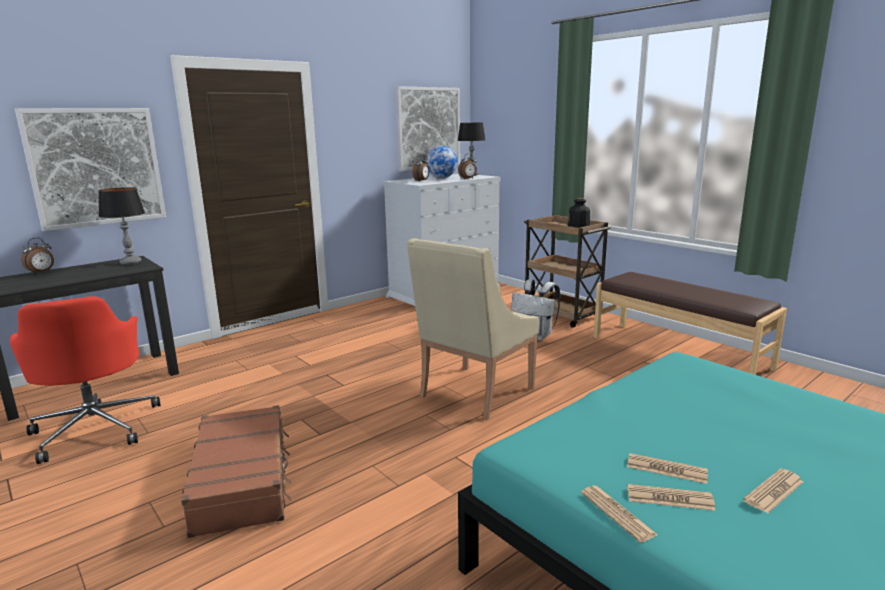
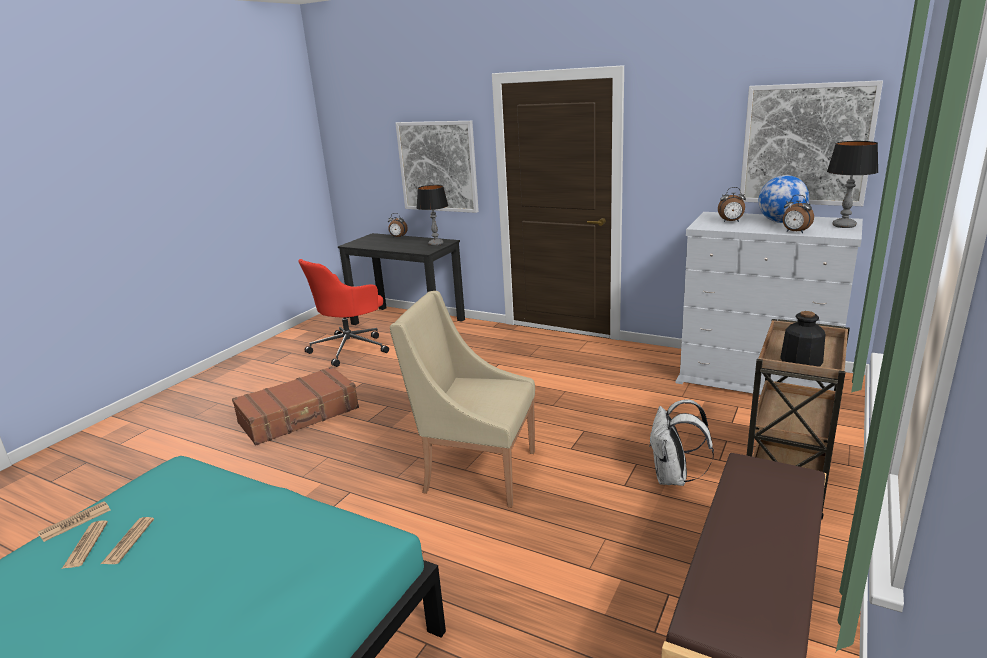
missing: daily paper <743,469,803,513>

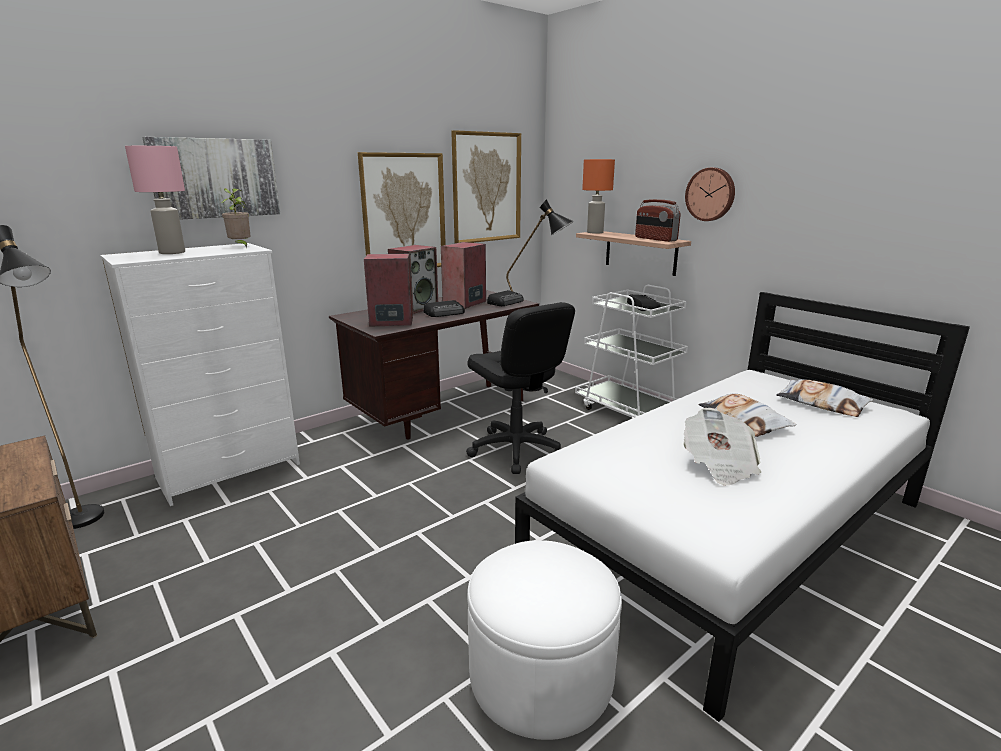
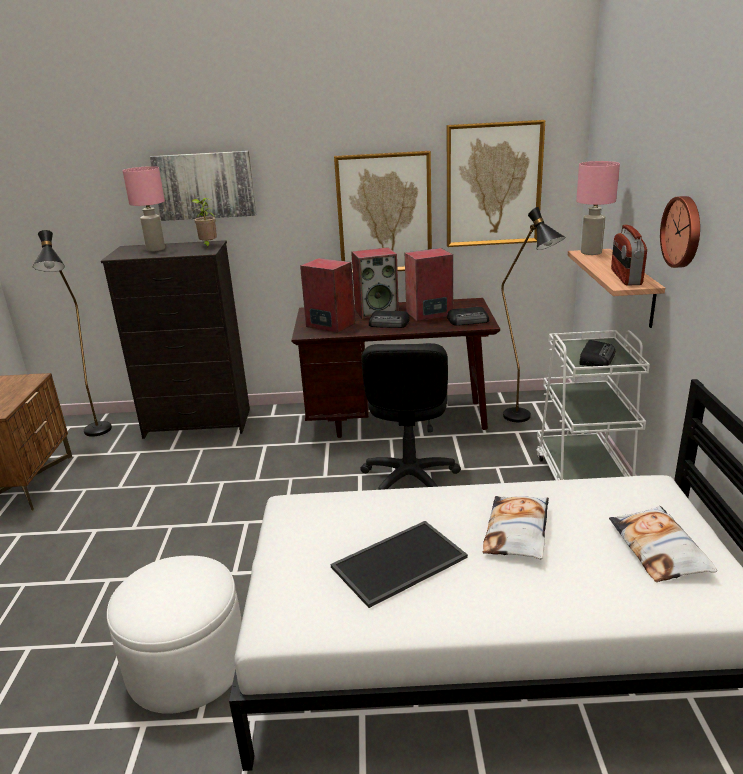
exchanged: daily paper <683,408,761,486> to serving tray <331,521,468,608>
colour: orangey lamp for a table <582,159,615,234> to pink lamp for a table <576,161,620,255>; white chest of drawers <100,243,300,506> to blackish chest of drawers <101,240,250,439>

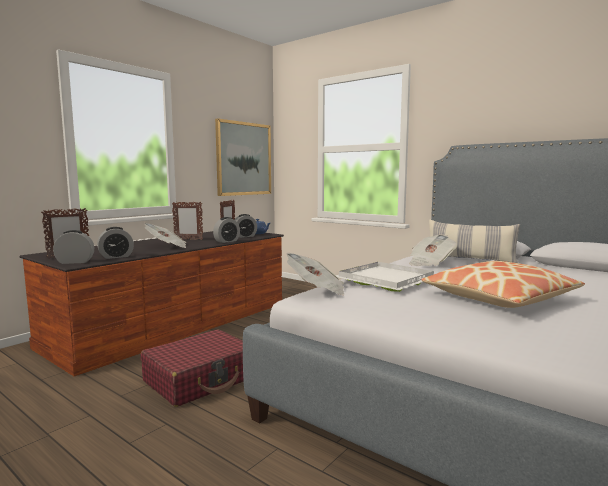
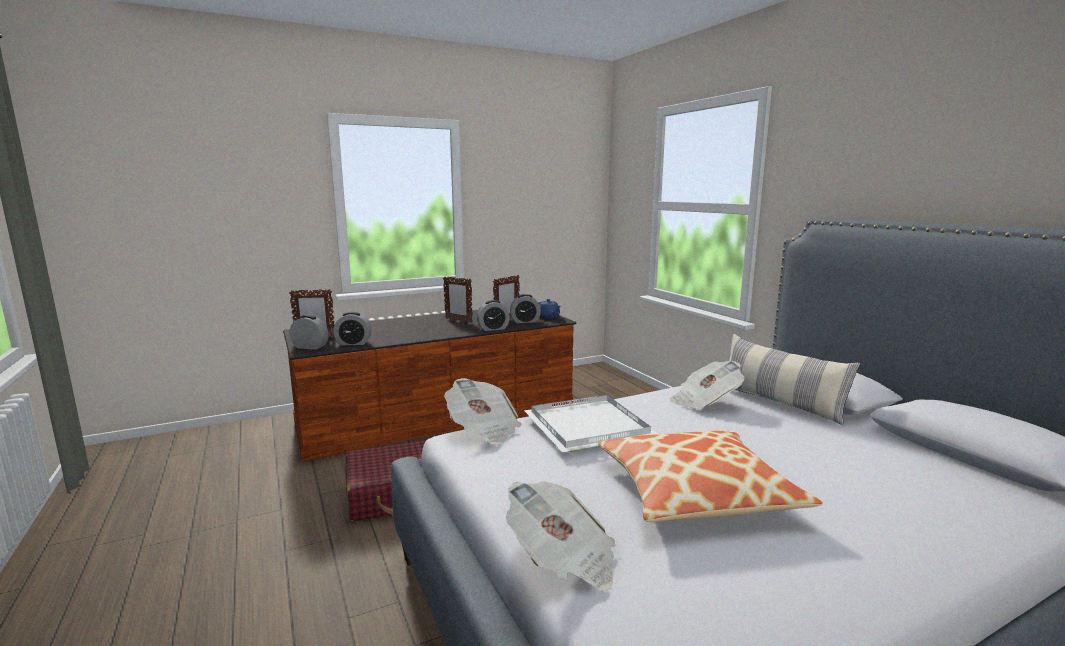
missing: wall art <215,118,271,196>
relocated: daily paper <144,223,186,248> to <506,482,615,591>

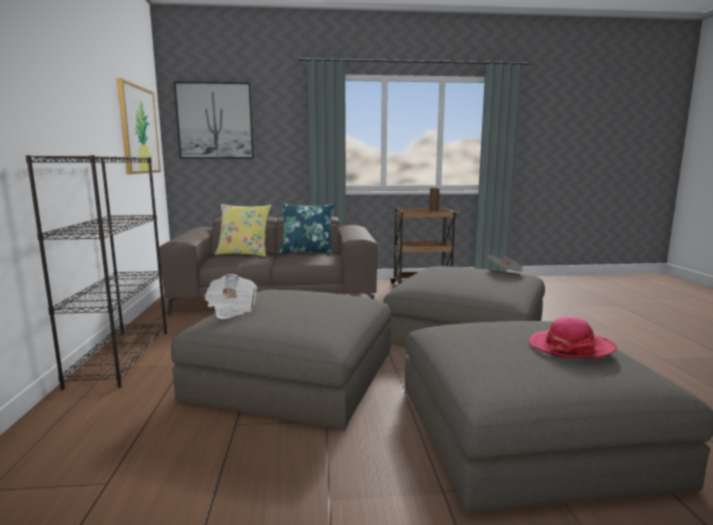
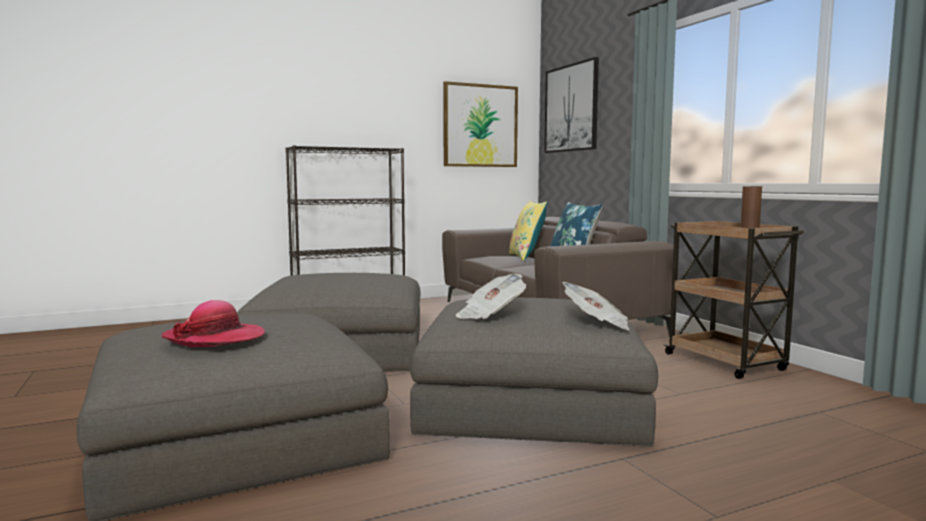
relocated: daily paper <204,274,257,319> to <456,274,526,319>

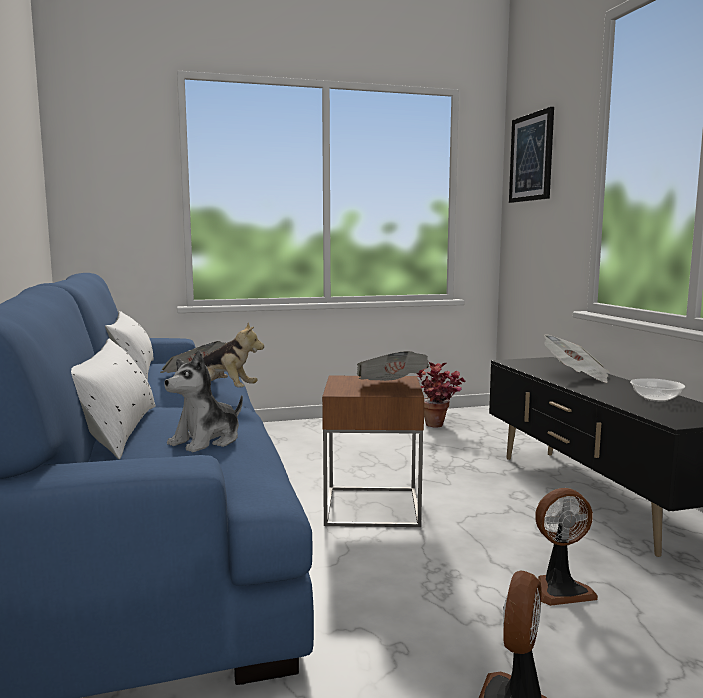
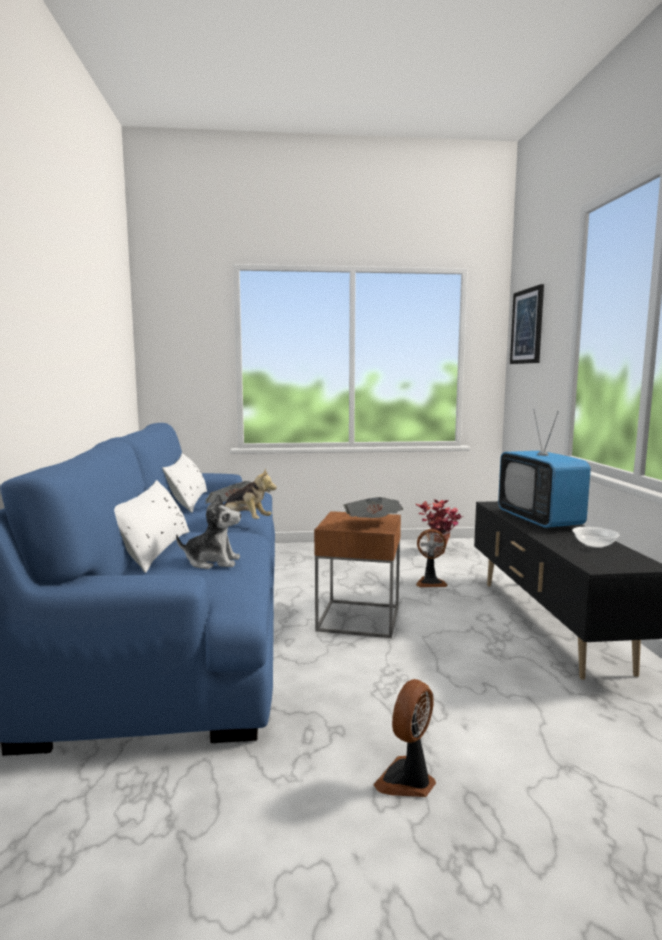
relocated: electric fan <535,488,598,606> to <416,529,448,587>
exchanged: daily paper <544,334,610,383> to TV set <498,409,591,529>
spun: soft toy <164,350,243,453> = <176,493,241,569> 135 degrees counterclockwise

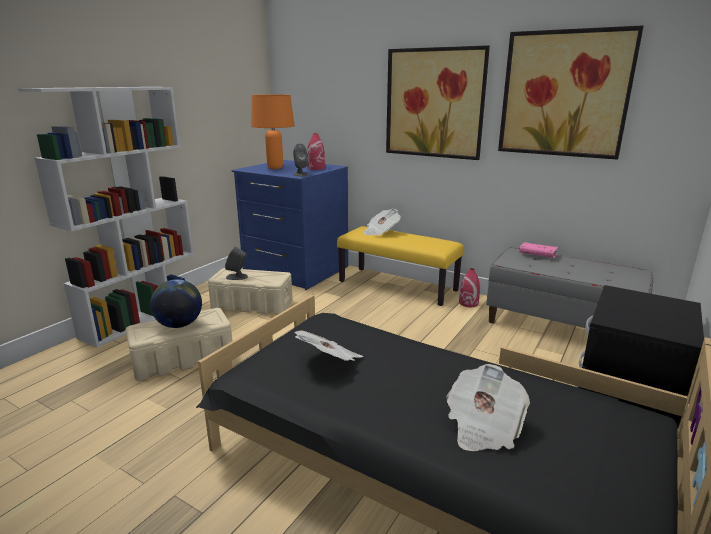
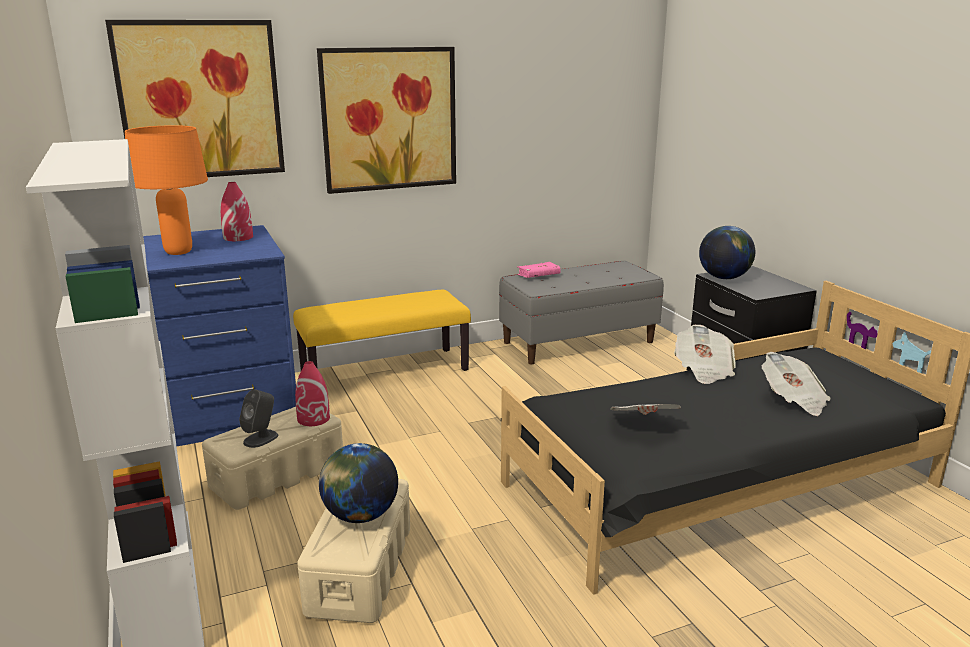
missing: greyish audio speaker <293,143,308,177>
appeared: globe <699,226,755,279>
relocated: wall art <498,25,644,160> to <105,20,285,177>; daily paper <363,209,401,236> to <674,325,736,384>; red-coloured flower vase <459,268,480,307> to <295,361,330,426>

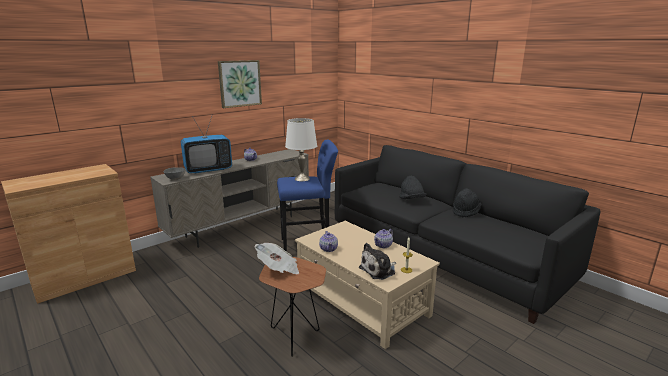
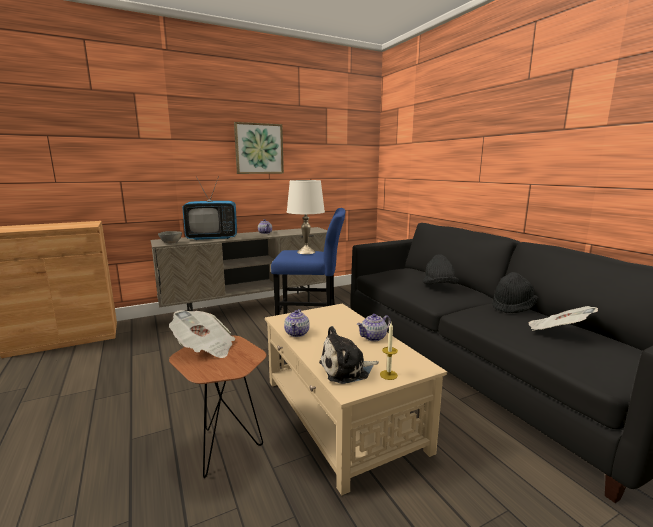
appeared: daily paper <528,306,598,331>

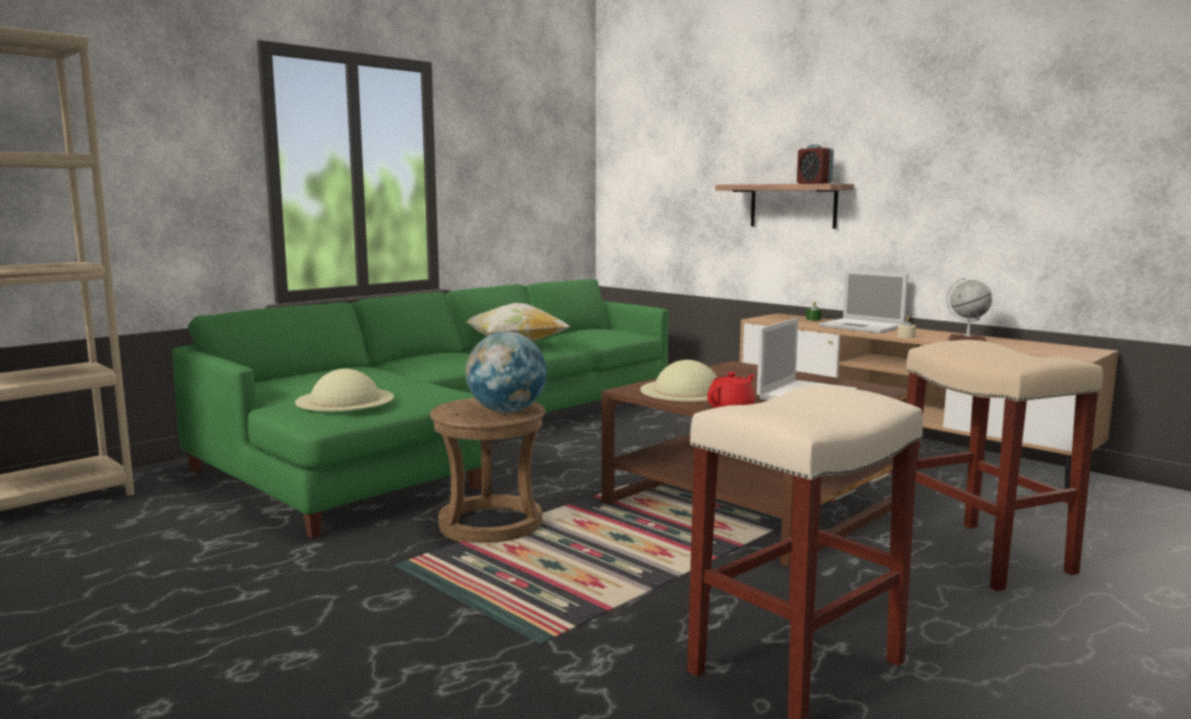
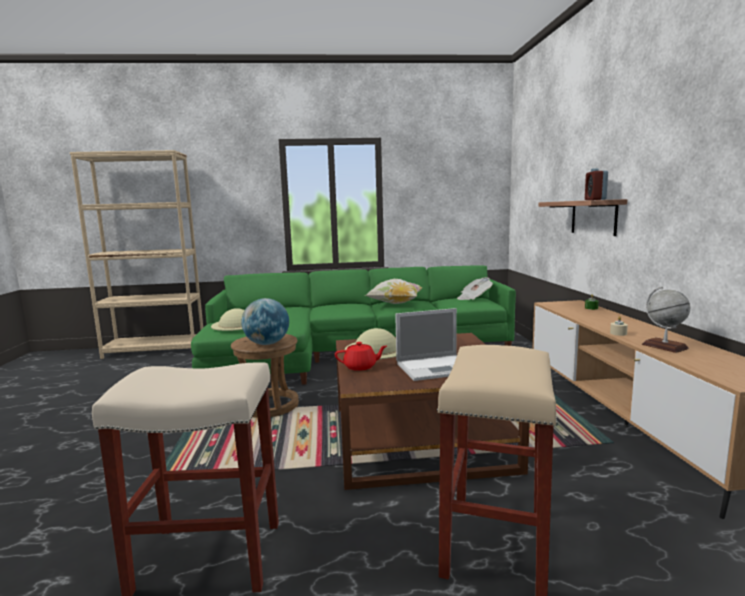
missing: portable computer <819,270,908,333>
appeared: daily paper <457,277,493,300>

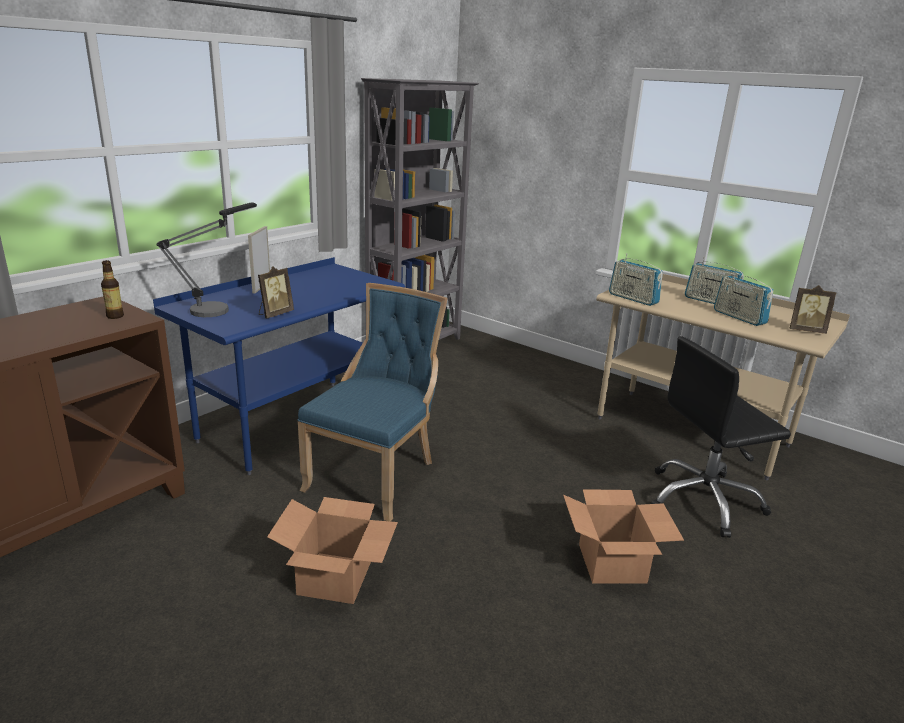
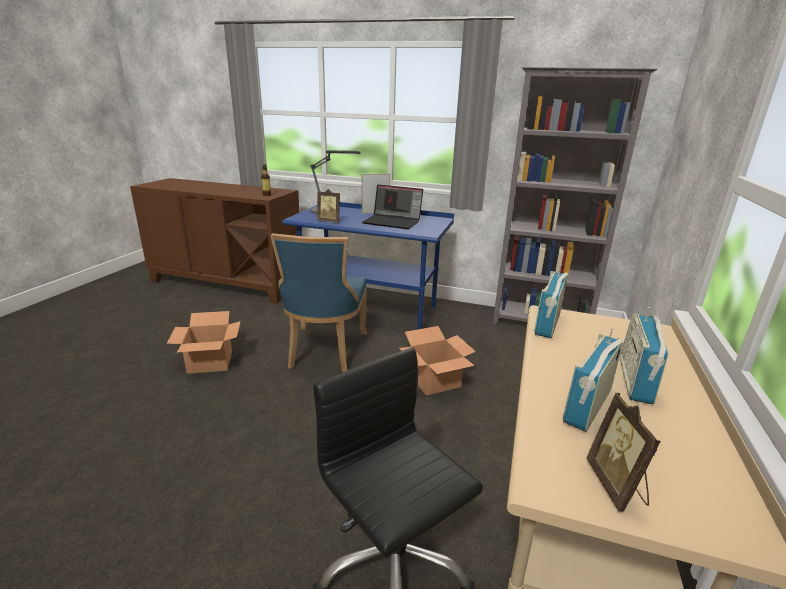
appeared: portable computer <362,184,423,229>
relocated: carton <563,489,684,584> to <399,326,476,395>
spun: blue upright chair <297,283,448,522> = <270,233,367,372> 90 degrees clockwise

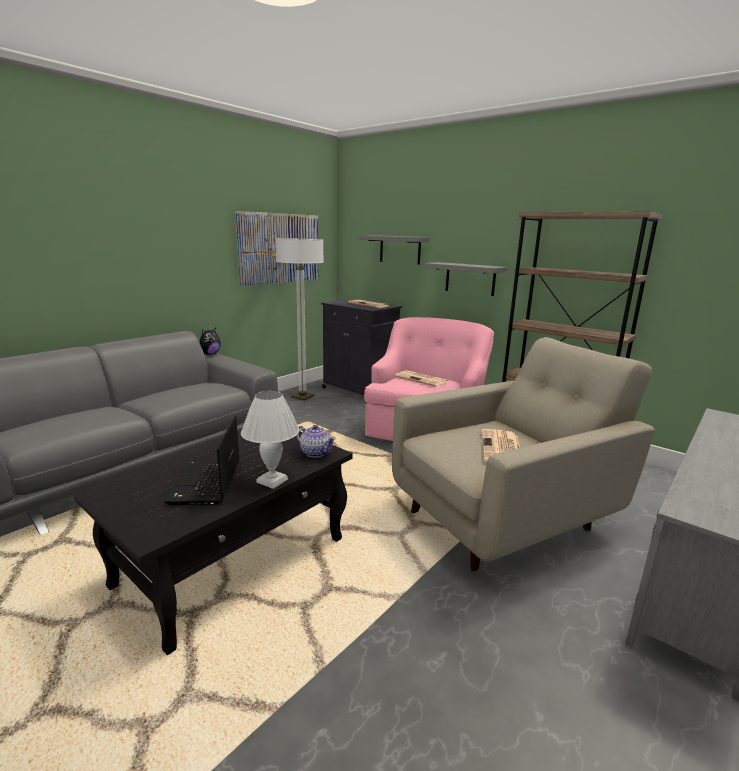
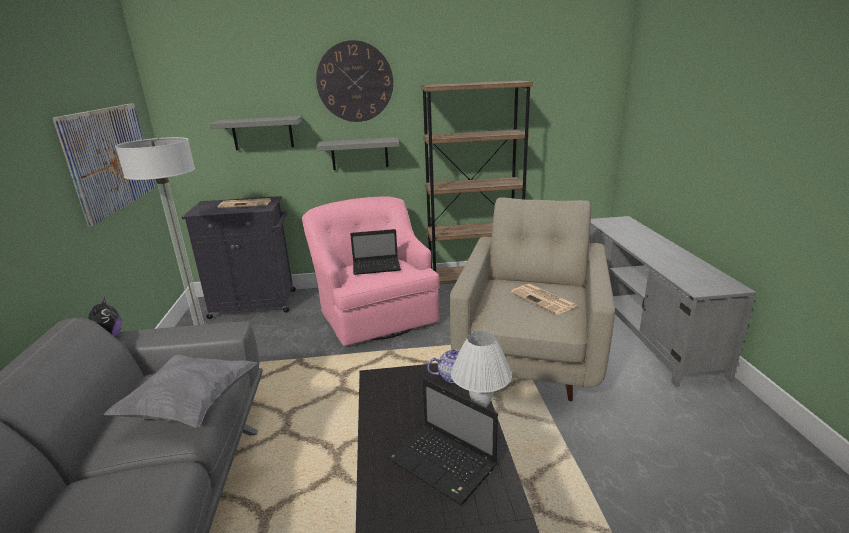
appeared: wall clock <316,40,393,122>; greyish pillow <103,355,257,428>
exchanged: daily paper <395,370,449,387> to portable computer <350,229,401,275>

